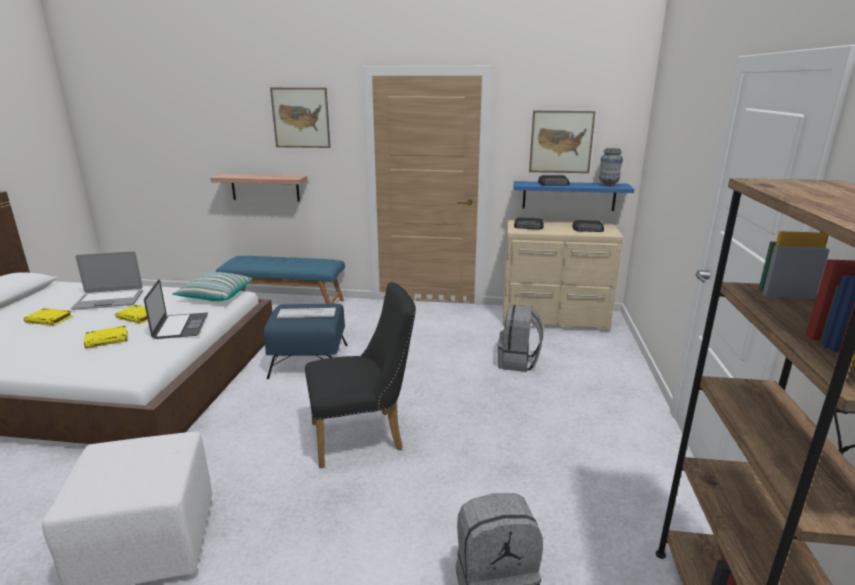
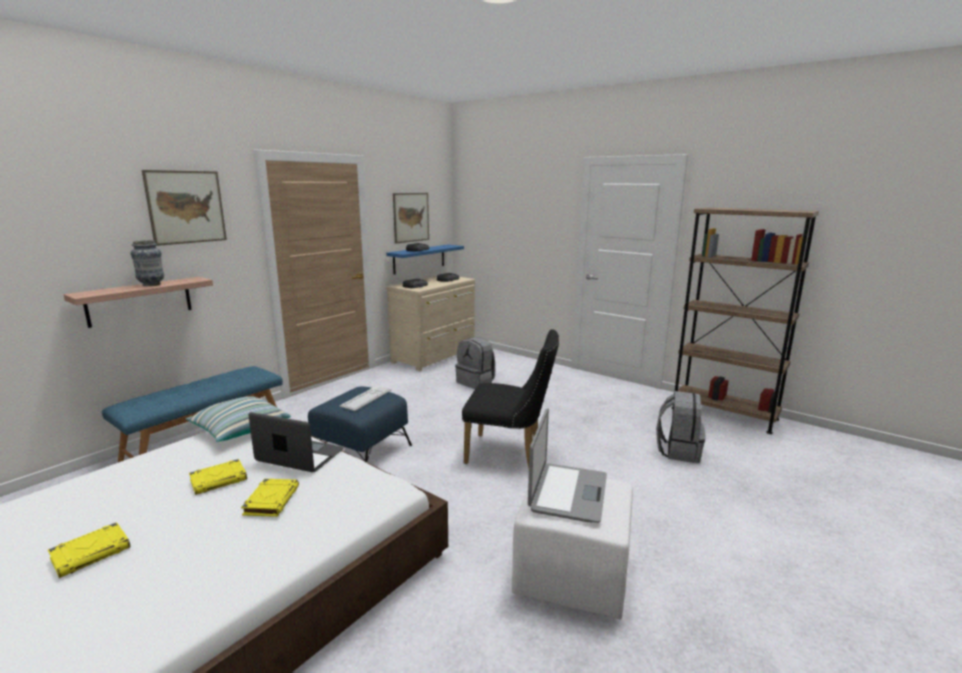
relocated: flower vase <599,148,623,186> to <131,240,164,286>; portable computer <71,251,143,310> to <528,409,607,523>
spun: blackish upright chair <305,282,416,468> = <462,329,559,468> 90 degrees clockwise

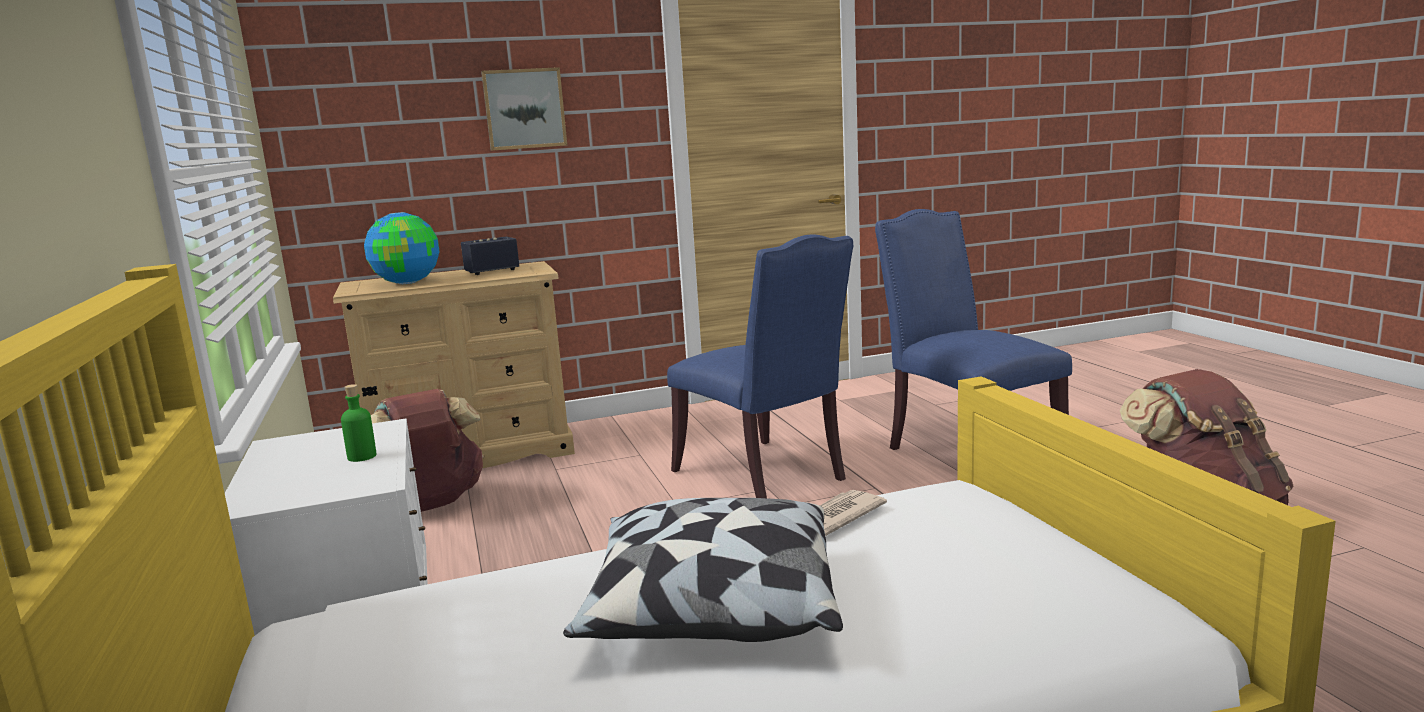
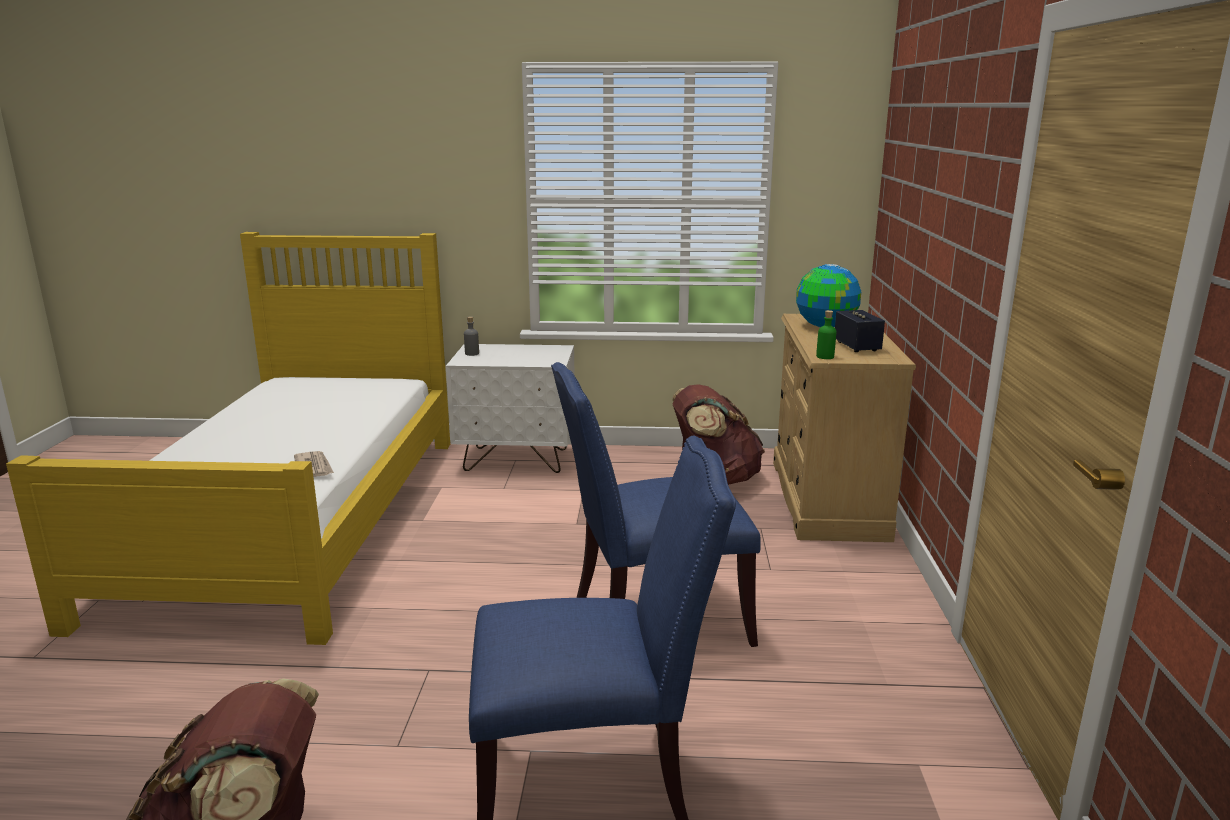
missing: wall art <481,67,567,151>; pillow <563,498,843,642>
appeared: greyish beverage bottle <464,316,479,356>
relocated: greenish beverage bottle <341,384,376,462> to <816,310,836,359>

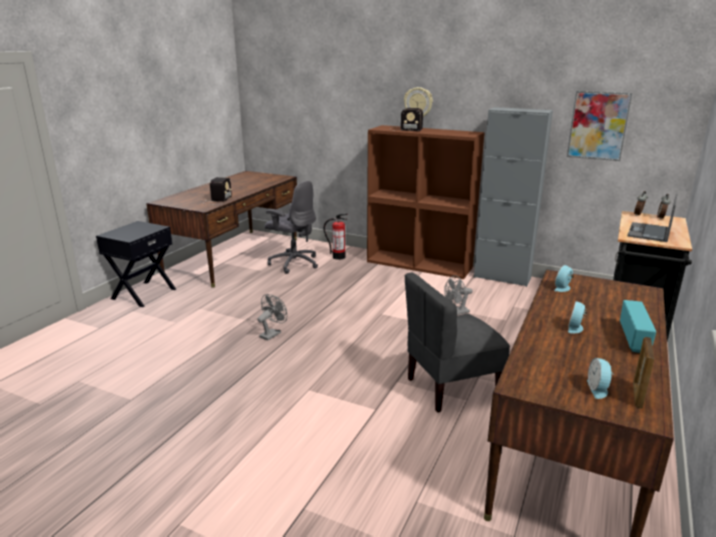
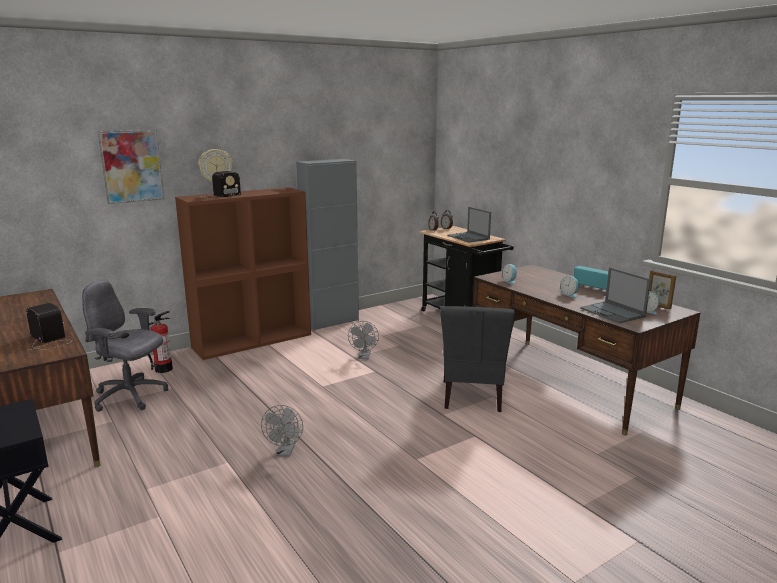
appeared: portable computer <580,267,651,323>
relocated: wall art <567,91,632,161> to <98,130,164,204>
spun: greyish desk chair <265,181,318,274> = <82,280,168,412> 135 degrees counterclockwise; greyish electric fan <258,294,287,341> = <261,405,303,457> 150 degrees counterclockwise

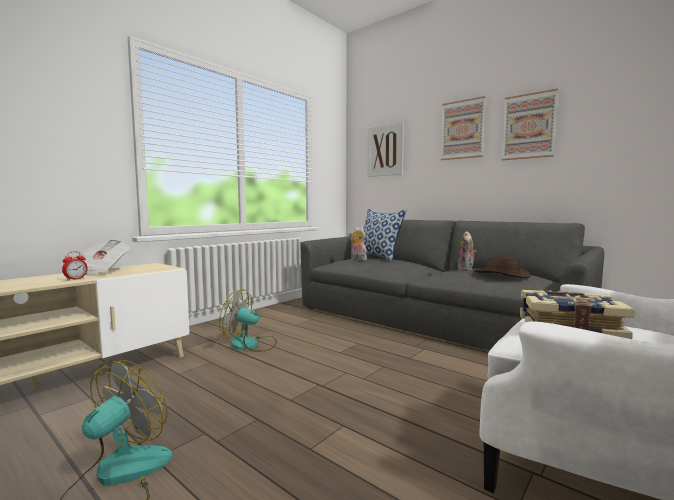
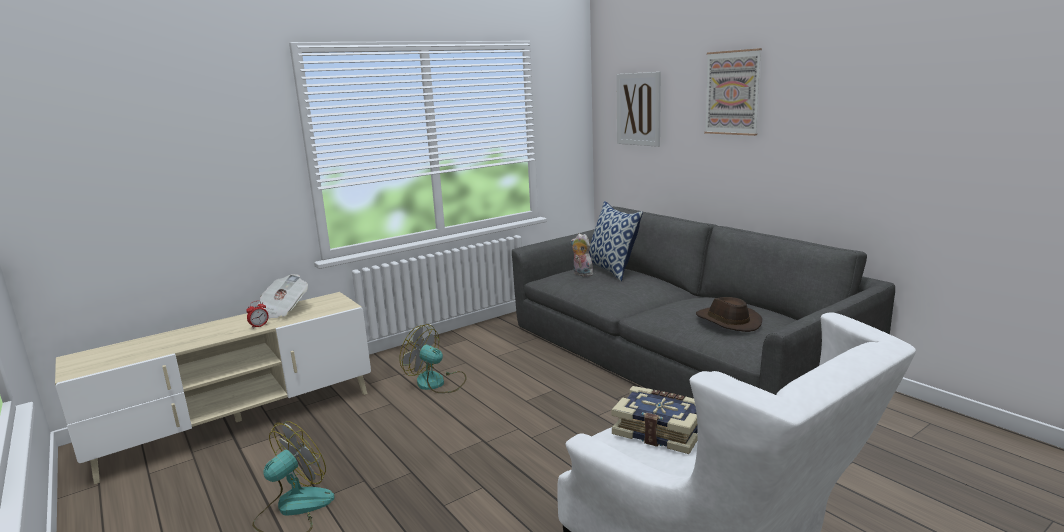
missing: wall art <502,88,558,160>; soft toy <458,231,476,271>

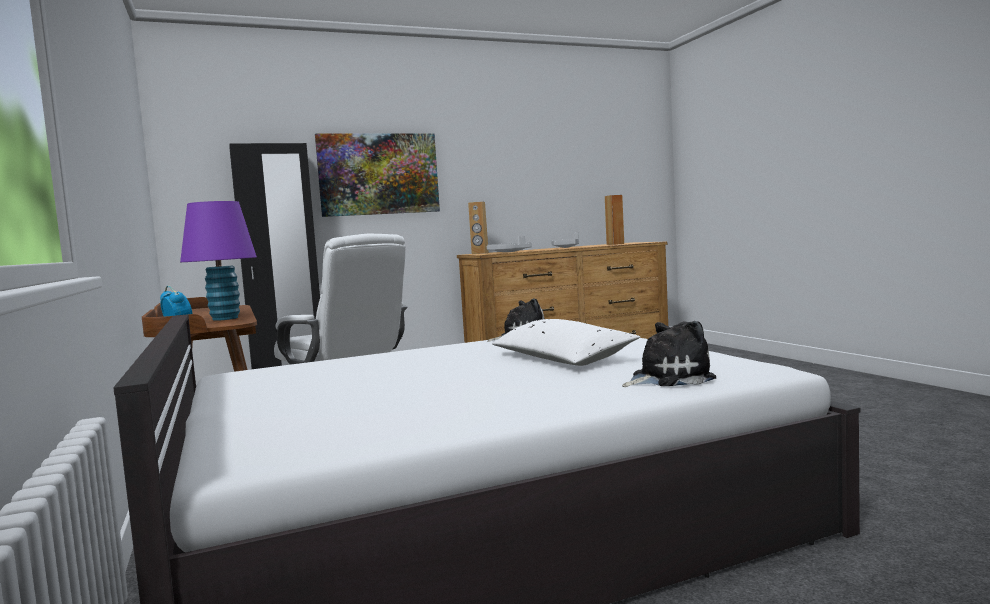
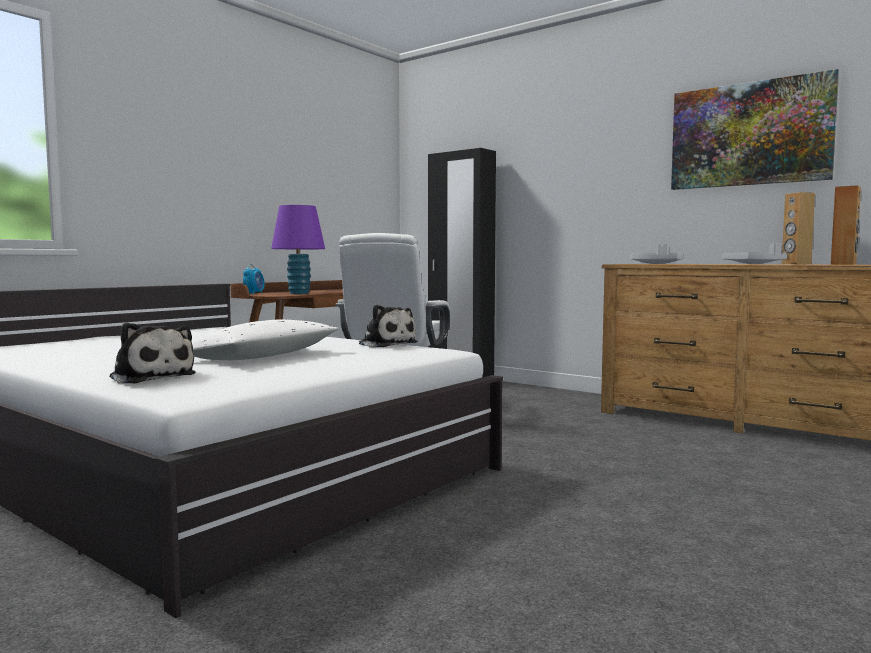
relocated: wall art <315,133,440,217> to <671,69,839,190>; brown-coloured audio speaker <468,201,489,254> to <782,192,815,264>

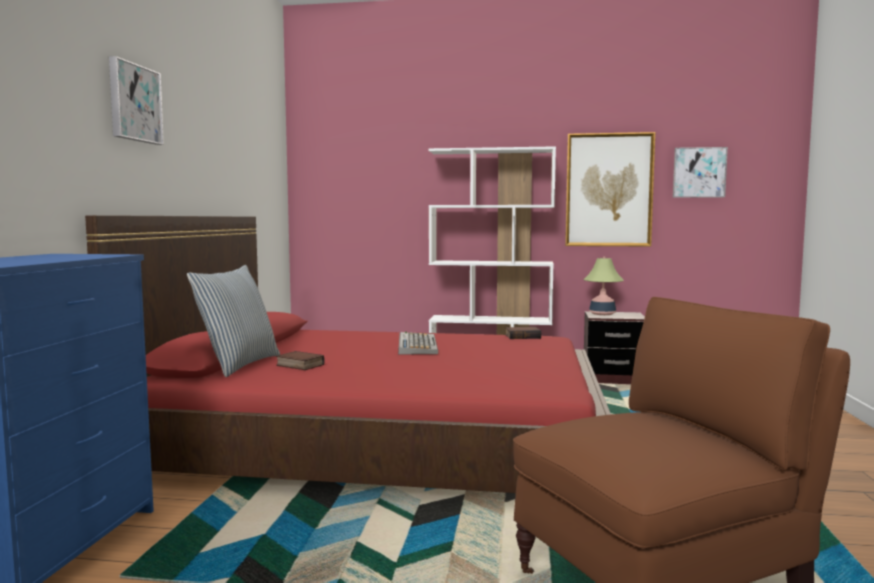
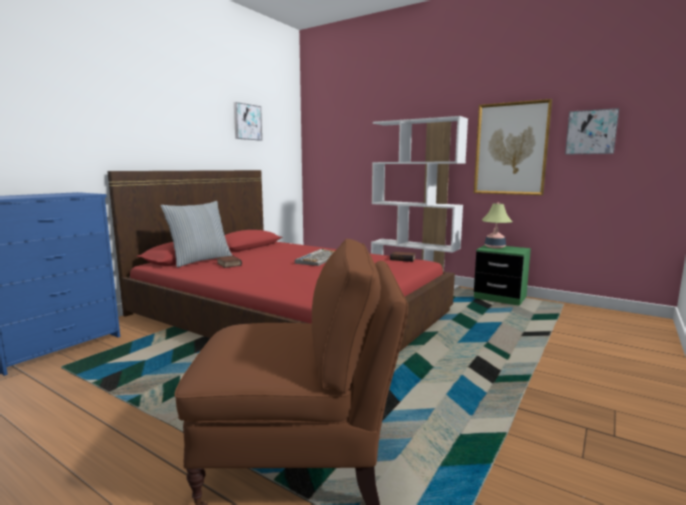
relocated: wall art <109,56,164,145> to <234,102,262,141>
colour: brown-coloured nightstand <584,311,645,384> to greenish nightstand <474,245,531,306>

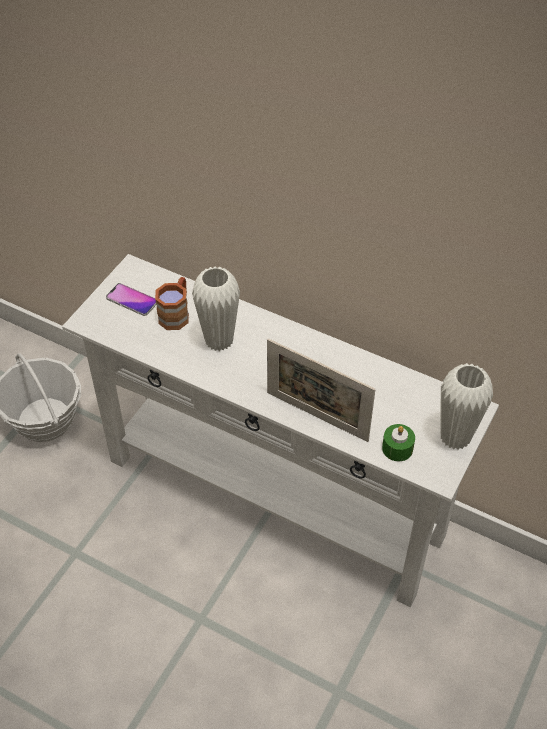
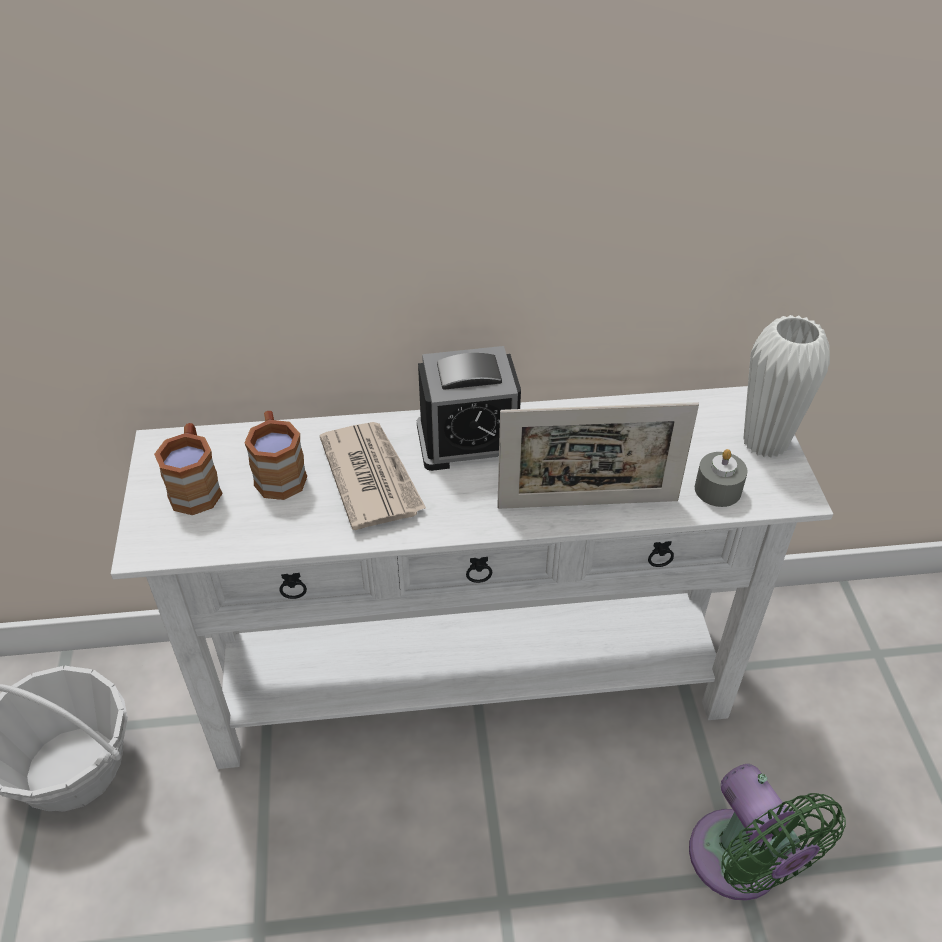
appeared: table clock <417,346,521,471>; greenish electric fan <689,764,846,901>
exchanged: white flower vase <192,267,240,351> to daily paper <320,422,426,530>; telephone <106,283,157,316> to brown-coloured mug <154,423,223,515>
colour: greenish candle <382,424,415,461> to greyish candle <695,449,748,507>

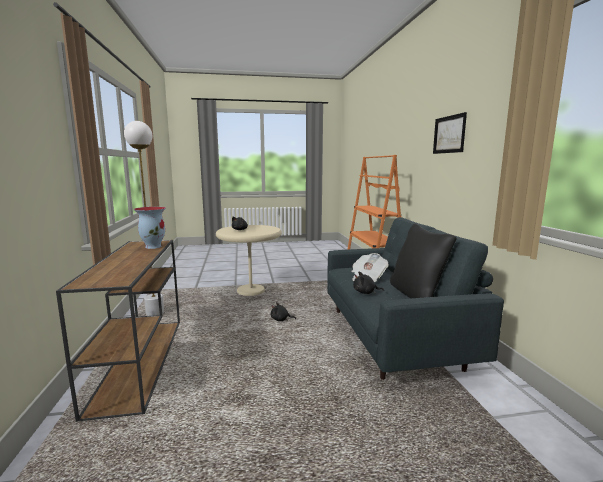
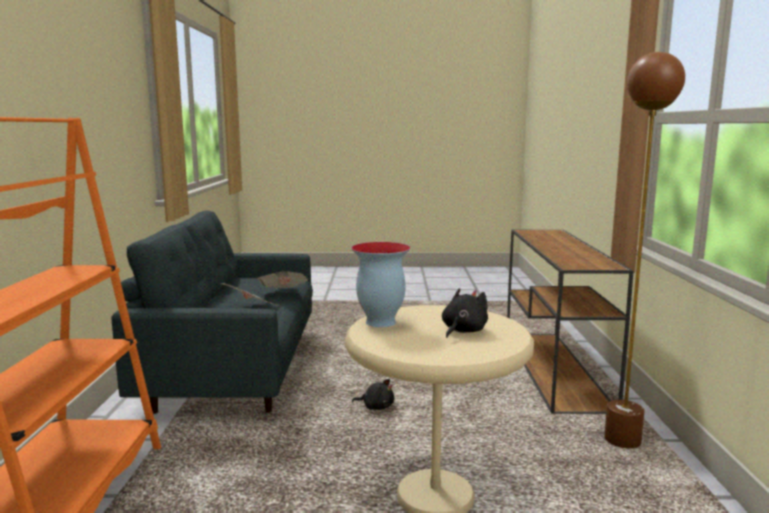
missing: wall art <433,112,467,154>; blackish pillow <390,223,456,299>
relocated: flower vase <134,207,166,249> to <351,242,410,327>
exchanged: blackish soft toy <353,271,384,294> to daily paper <257,271,308,288>
colour: white standard lamp <124,121,164,316> to brown-coloured standard lamp <604,52,685,448>

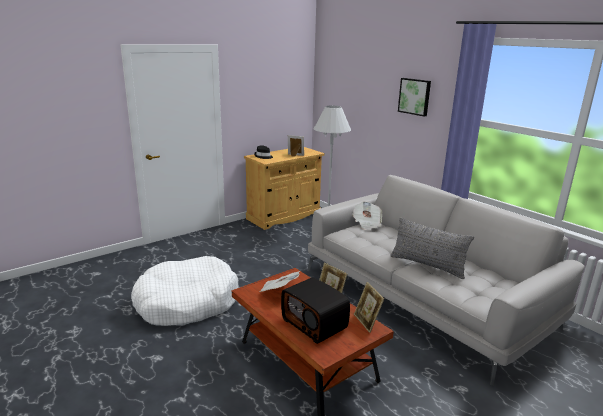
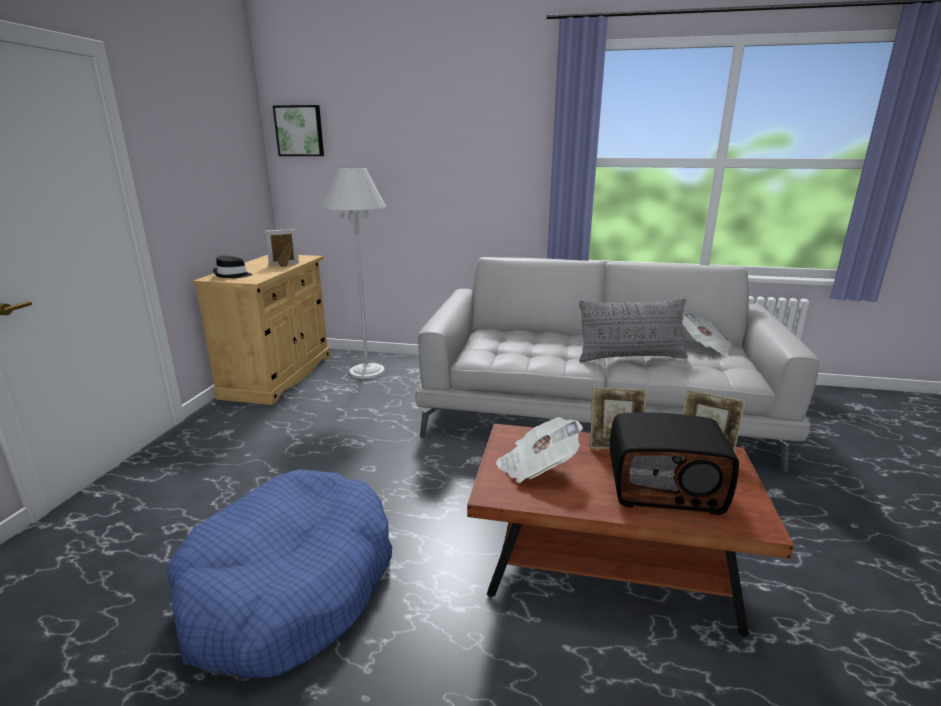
relocated: wall art <398,78,431,116> to <273,105,324,156>; daily paper <352,201,382,230> to <682,312,732,356>
colour: white dog cushion <131,256,238,326> to blue dog cushion <167,469,392,678>

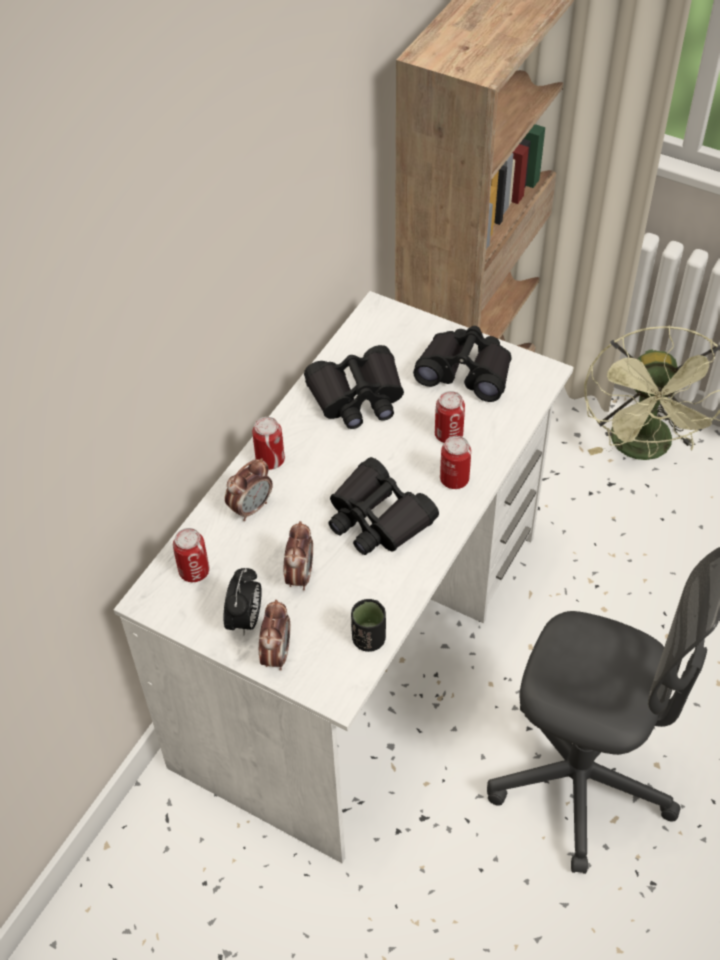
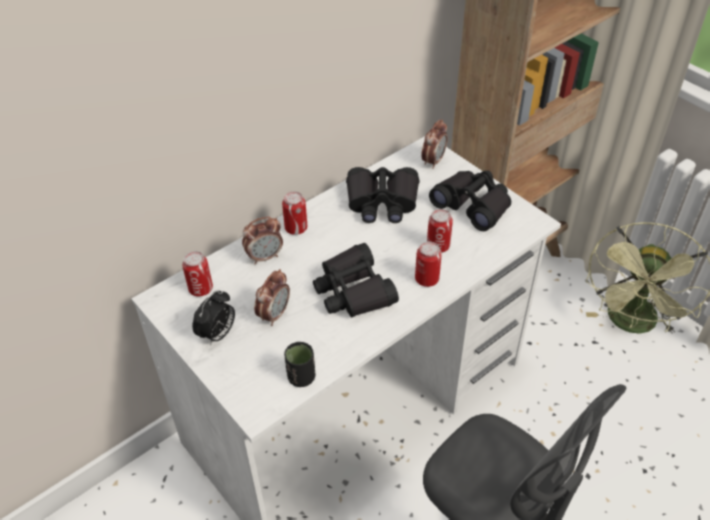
relocated: table clock <259,600,290,671> to <421,120,448,169>

